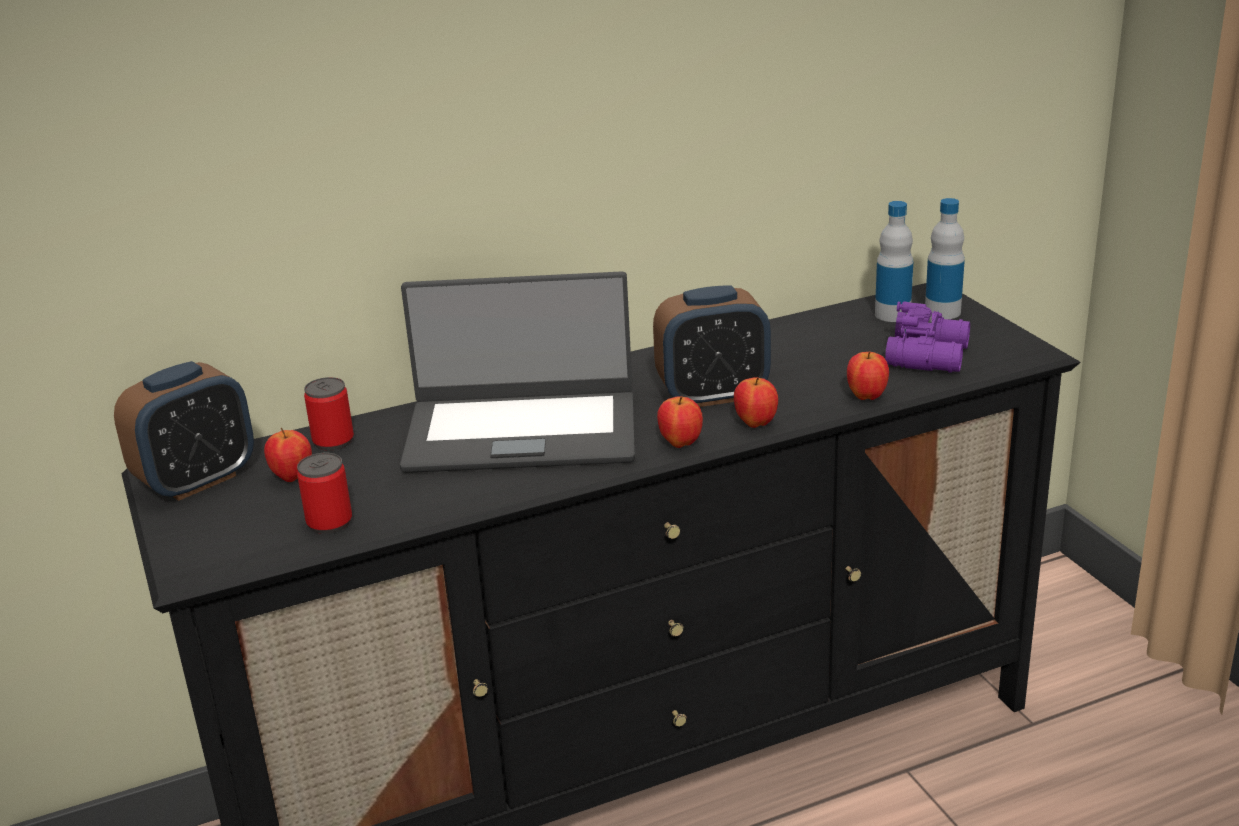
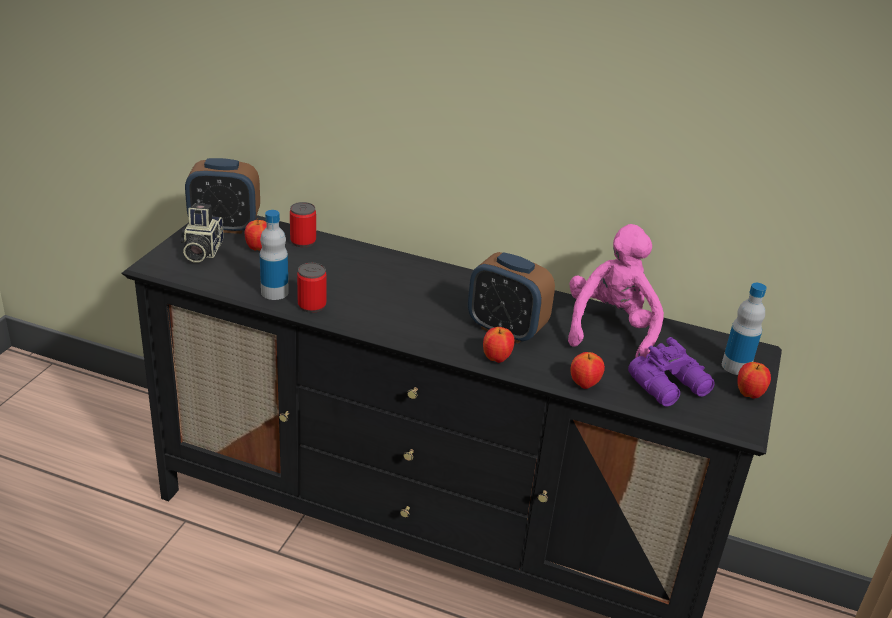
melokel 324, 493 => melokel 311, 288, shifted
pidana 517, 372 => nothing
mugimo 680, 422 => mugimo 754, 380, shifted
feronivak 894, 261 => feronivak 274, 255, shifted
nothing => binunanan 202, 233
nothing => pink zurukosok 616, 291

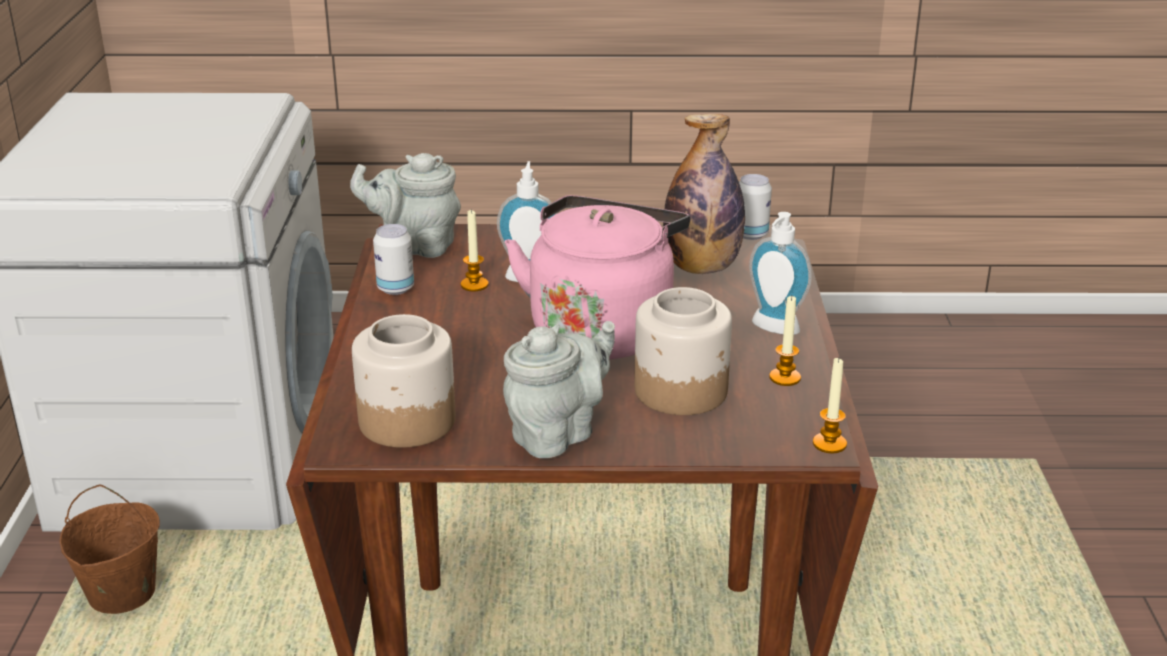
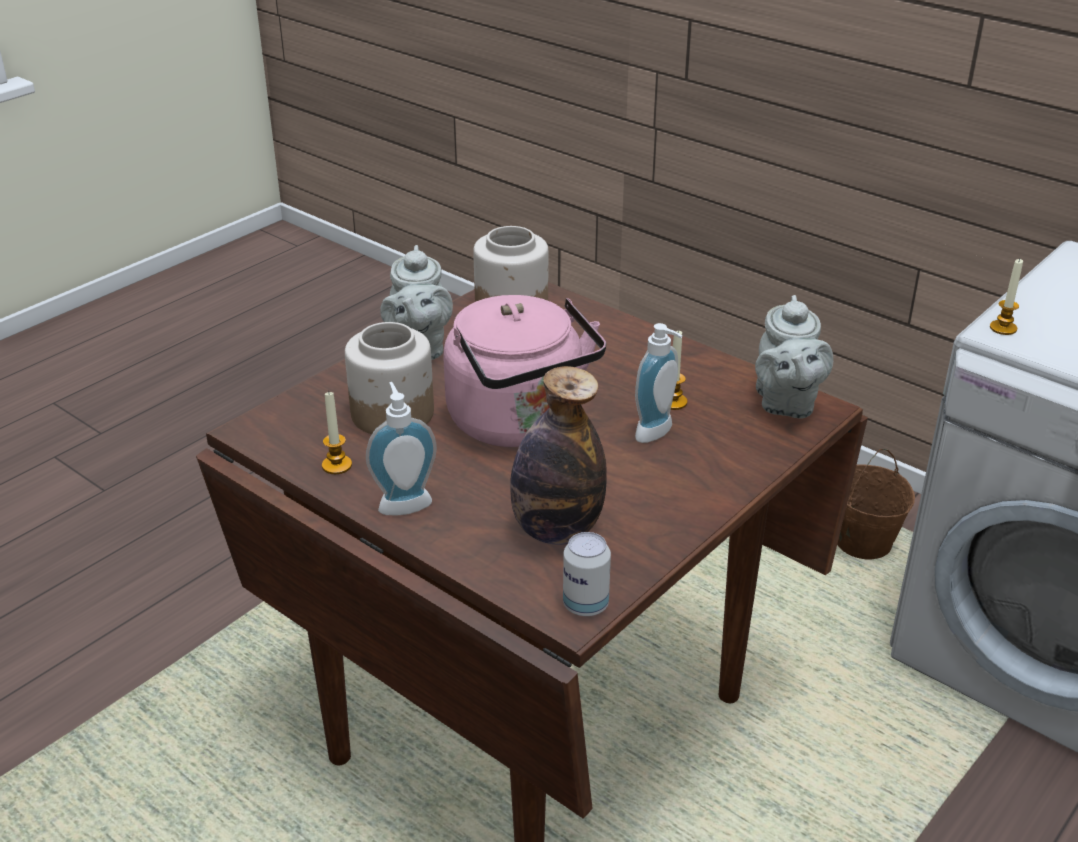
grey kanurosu 405, 205 => grey kanurosu 794, 357, 135 degrees clockwise
melokel 393, 259 => nothing
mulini 830, 405 => mulini 1006, 297, shifted

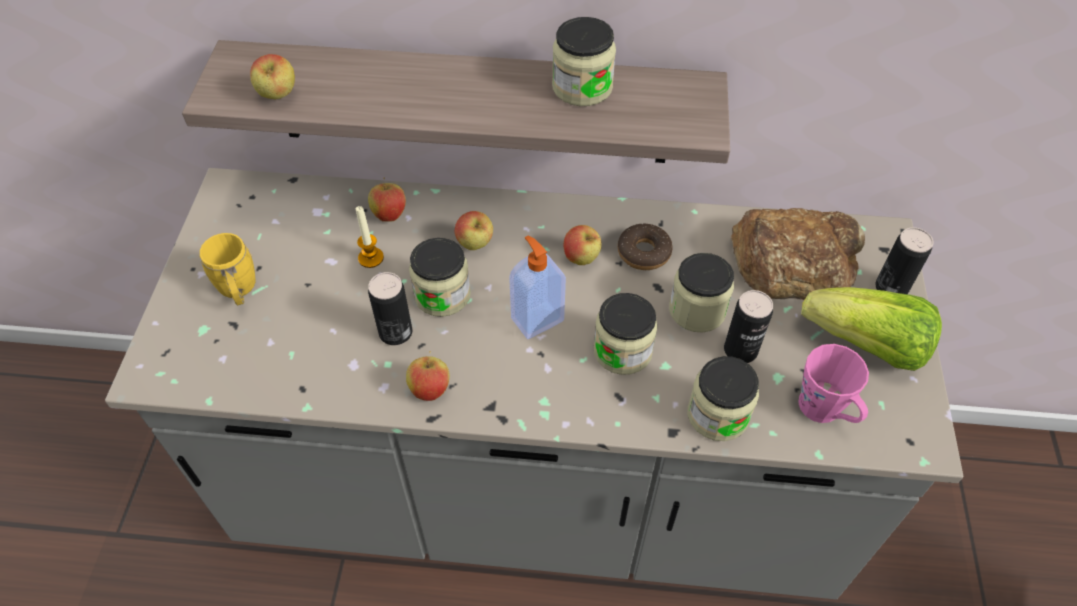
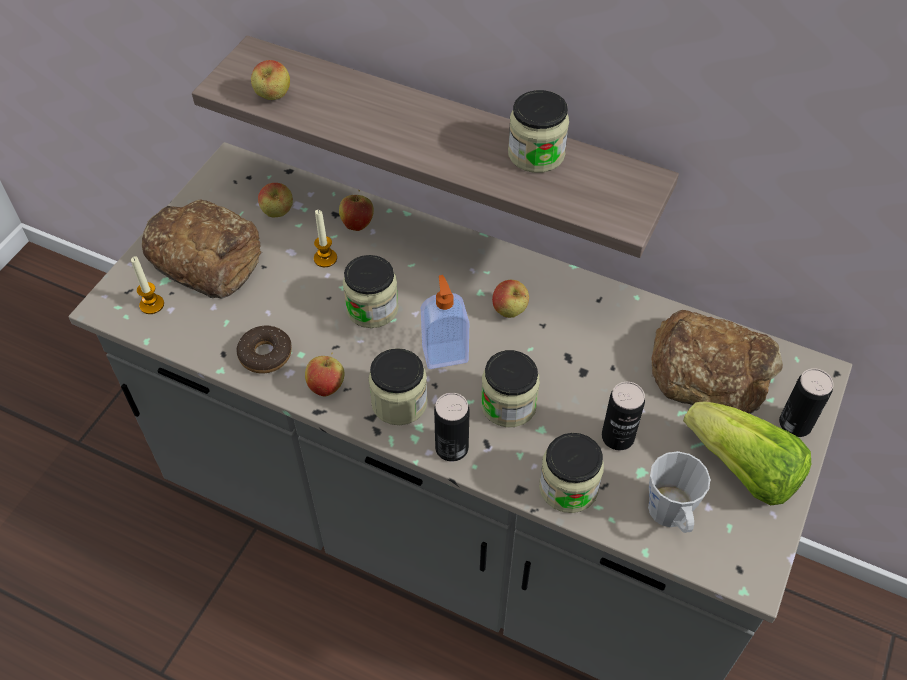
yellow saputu 228, 269 => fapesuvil 202, 249
melokel 390, 308 => melokel 451, 427, shifted
mugimo 474, 230 => mugimo 275, 200, shifted
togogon 645, 247 => togogon 264, 350, shifted
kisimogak 701, 293 => kisimogak 398, 386, shifted
pink saputu 833, 383 => grey saputu 679, 492
nothing => mulini 147, 285

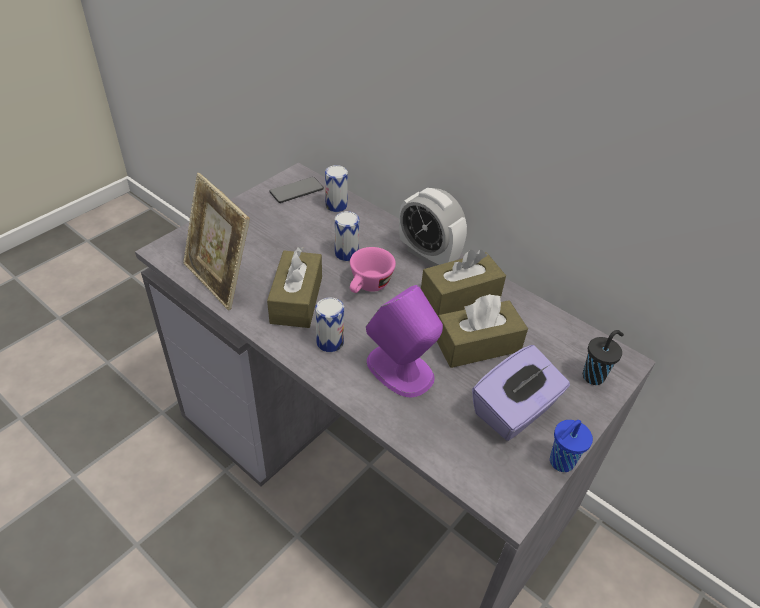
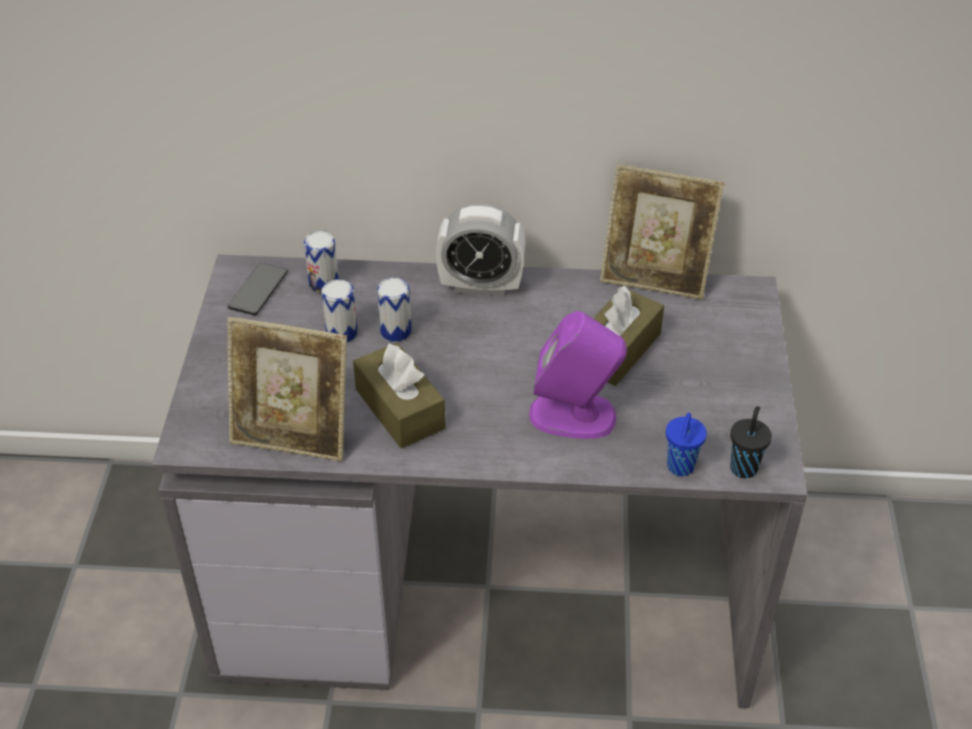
melokel 329, 325 => melokel 340, 311, shifted
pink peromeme 373, 270 => nothing
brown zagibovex 463, 283 => nothing
purple zagibovex 521, 393 => nothing
blue peromeme 571, 446 => blue peromeme 686, 444, shifted
black peromeme 603, 357 => black peromeme 751, 442, shifted
nothing => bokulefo 662, 232

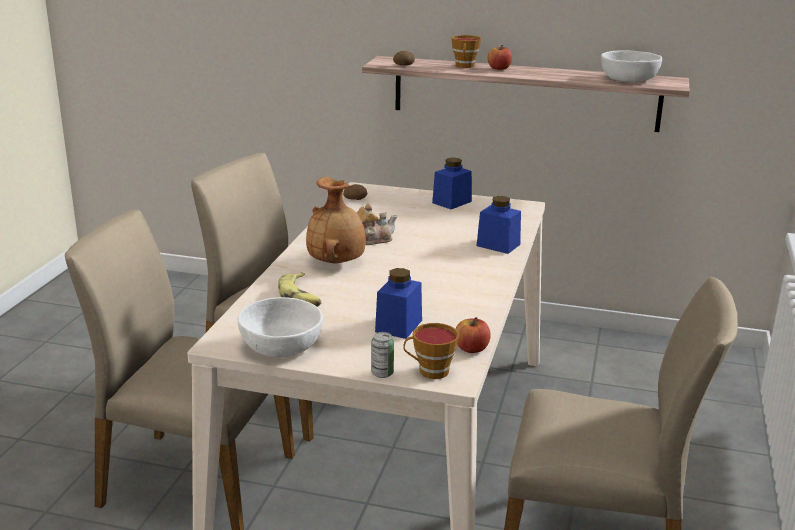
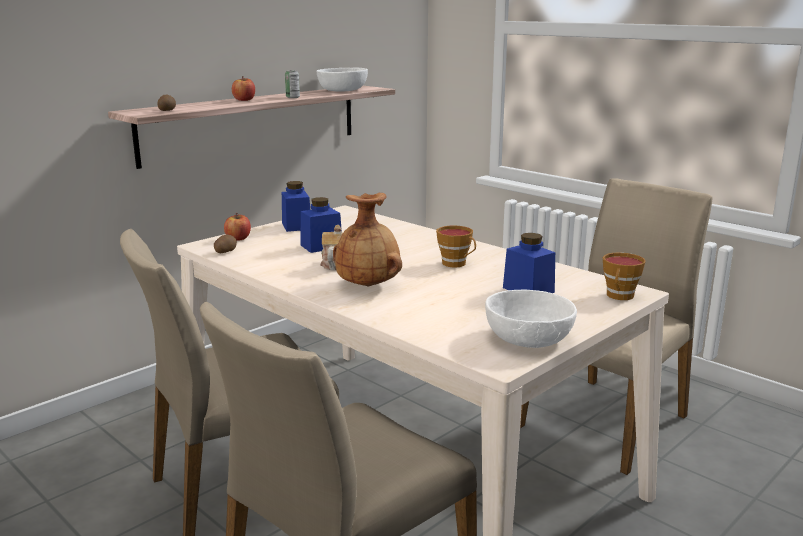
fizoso 300, 289 => nothing
melokel 382, 355 => melokel 292, 84, shifted
peromeme 466, 51 => peromeme 456, 247, shifted
mugimo 473, 335 => mugimo 237, 227, shifted
blue kisimogak 499, 225 => blue kisimogak 321, 225, shifted

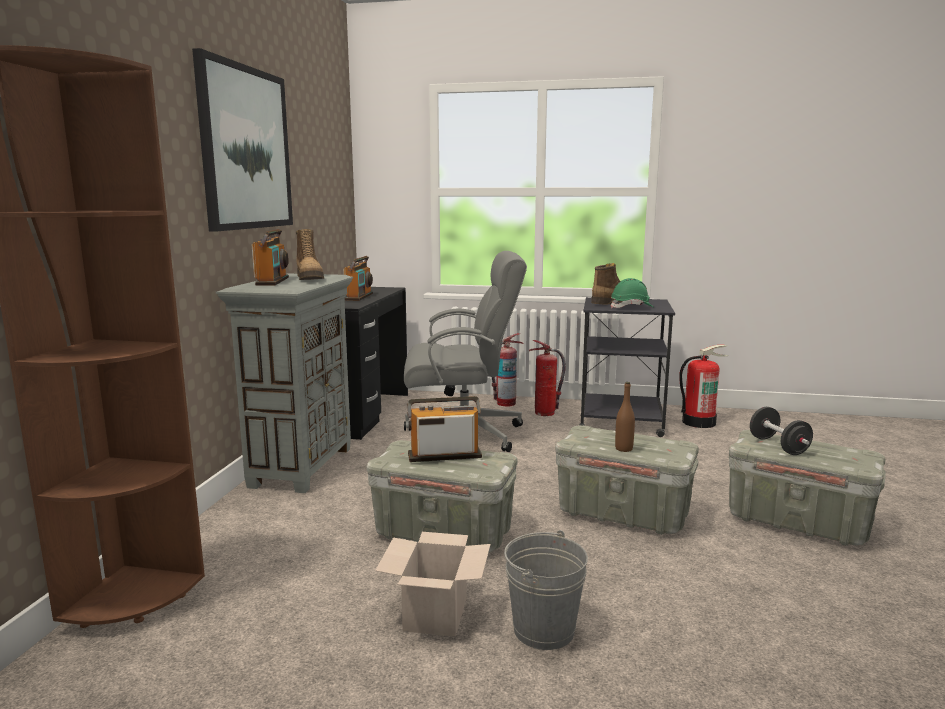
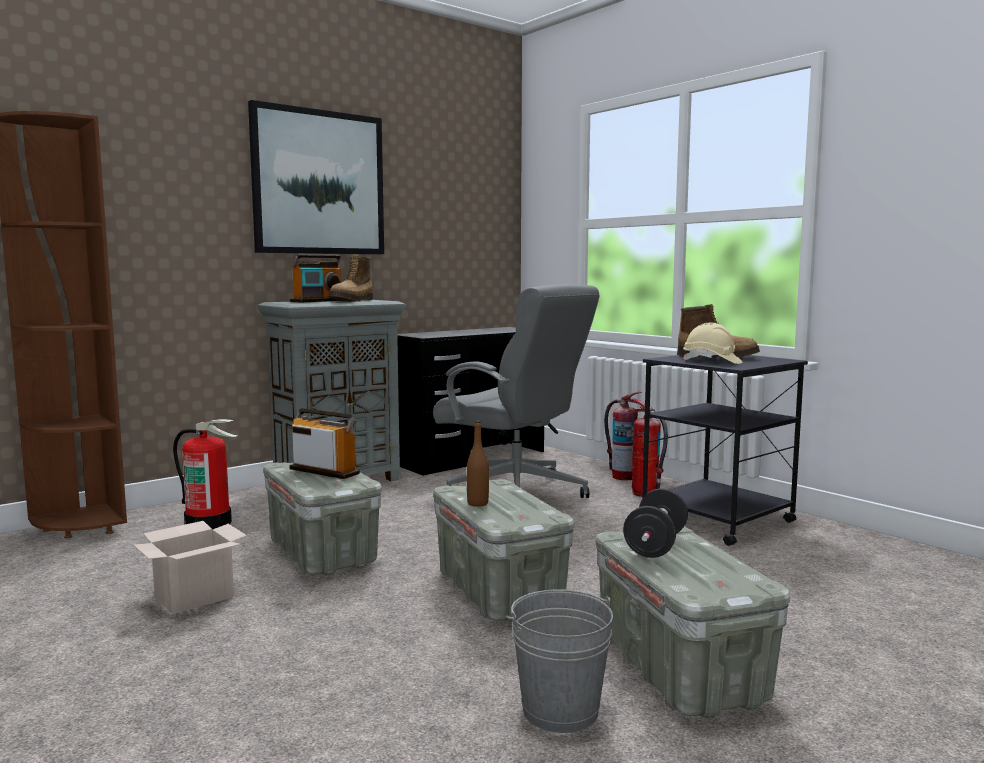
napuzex 358, 278 => nothing
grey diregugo 546, 590 => grey diregugo 559, 661, shifted
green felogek 632, 293 => beige felogek 712, 343
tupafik 703, 386 => tupafik 205, 474, shifted

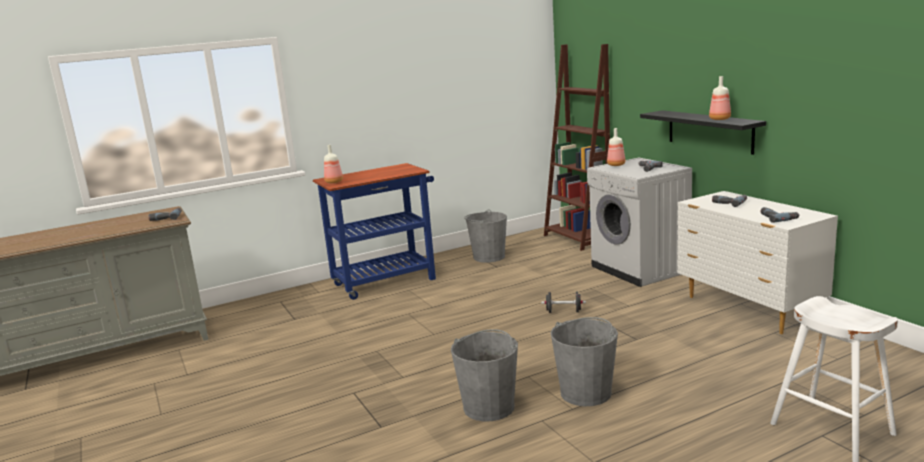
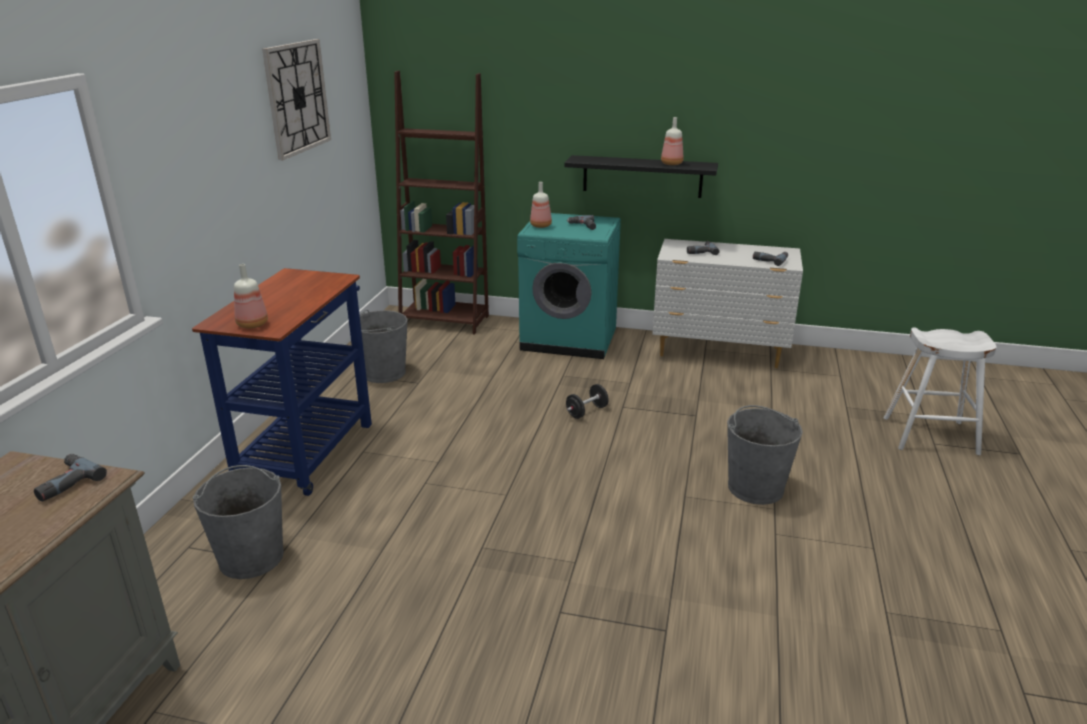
grey diregugo 484, 375 => grey diregugo 238, 522, shifted
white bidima 639, 222 => turquoise bidima 569, 286
nothing => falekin 296, 99

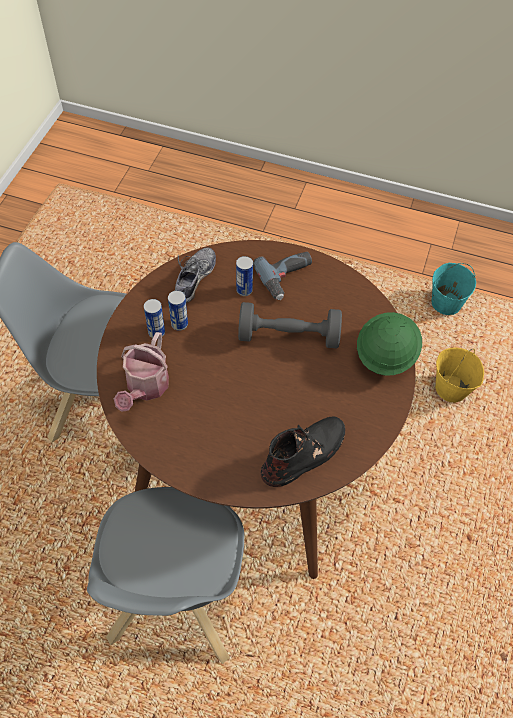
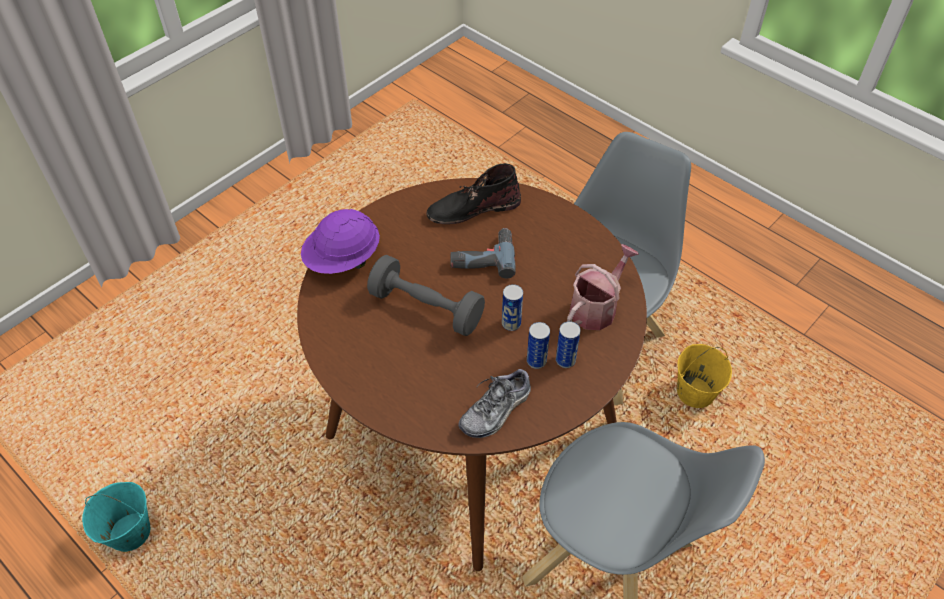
melokel 244, 276 => melokel 512, 307, shifted
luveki 282, 276 => luveki 483, 253, shifted
green felogek 389, 344 => purple felogek 340, 241
yellow diregugo 459, 375 => yellow diregugo 704, 376, shifted

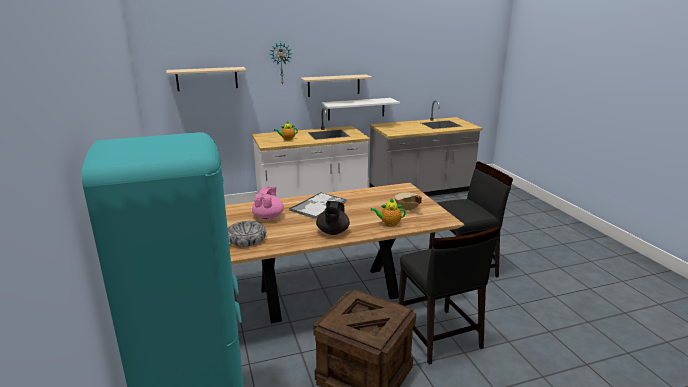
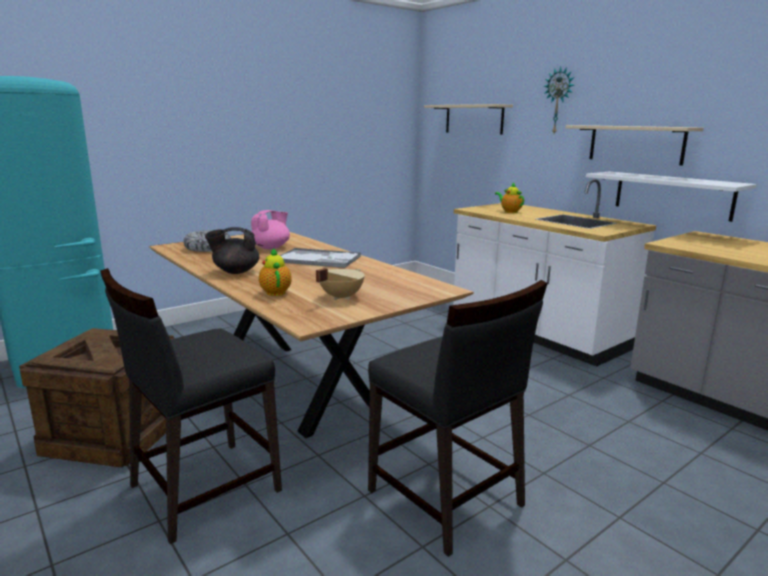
pink kanurosu 268, 203 => pink kanurosu 270, 229, 45 degrees counterclockwise

